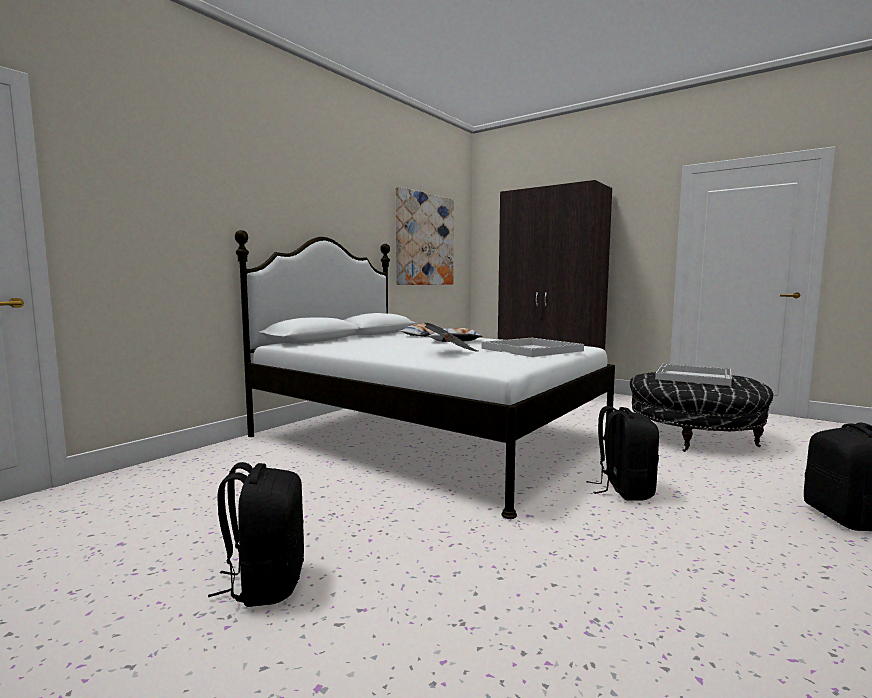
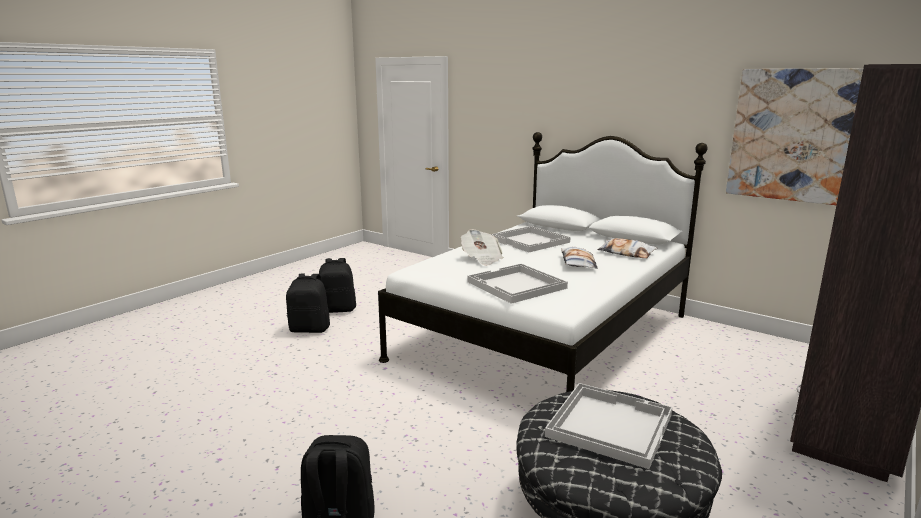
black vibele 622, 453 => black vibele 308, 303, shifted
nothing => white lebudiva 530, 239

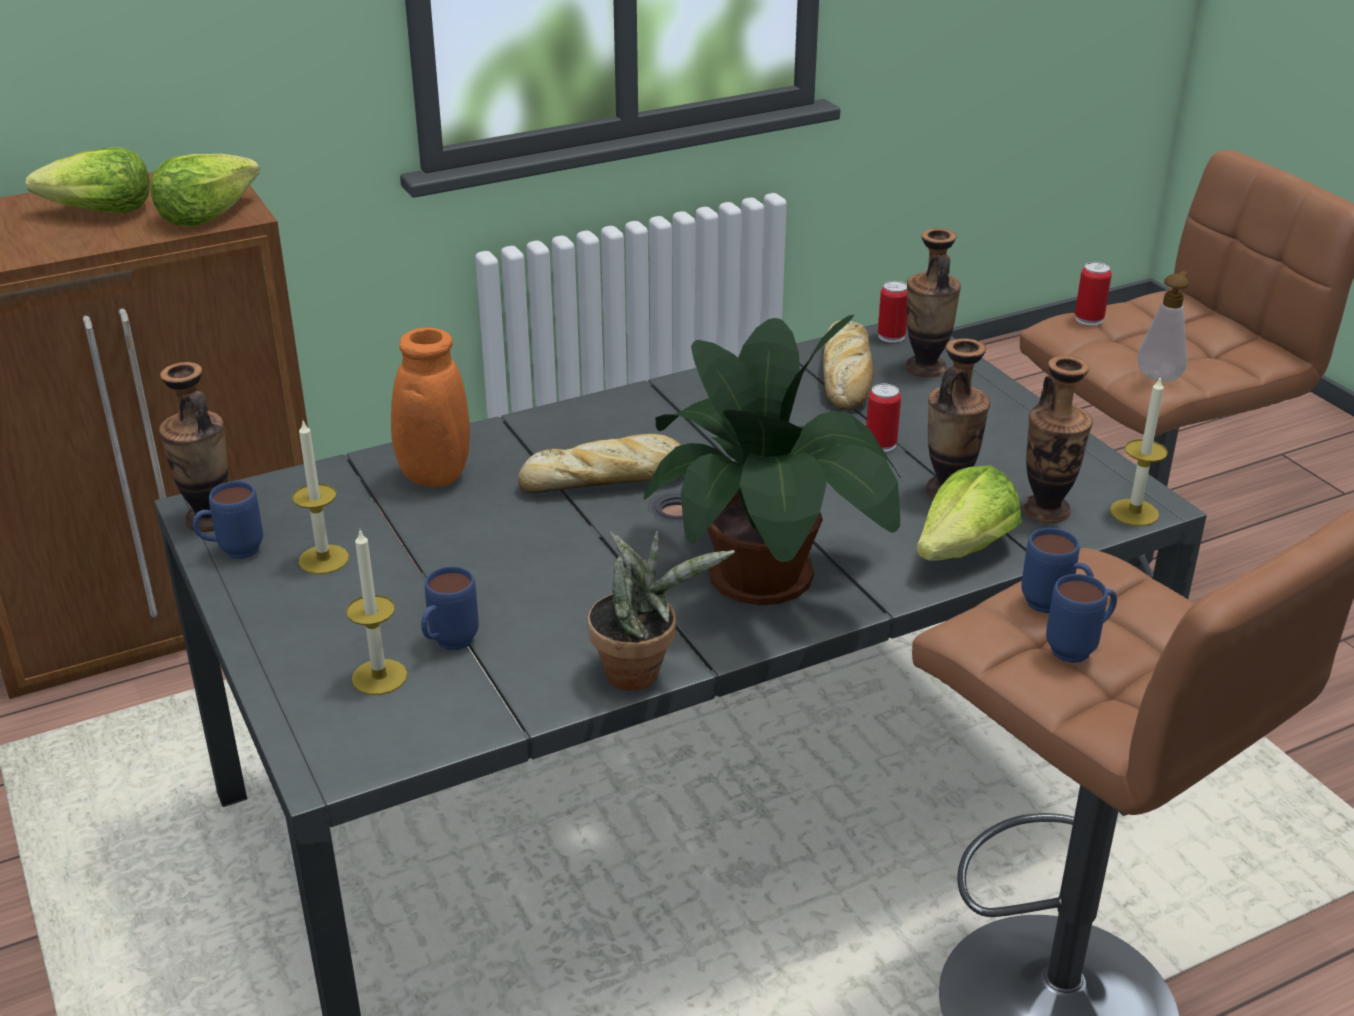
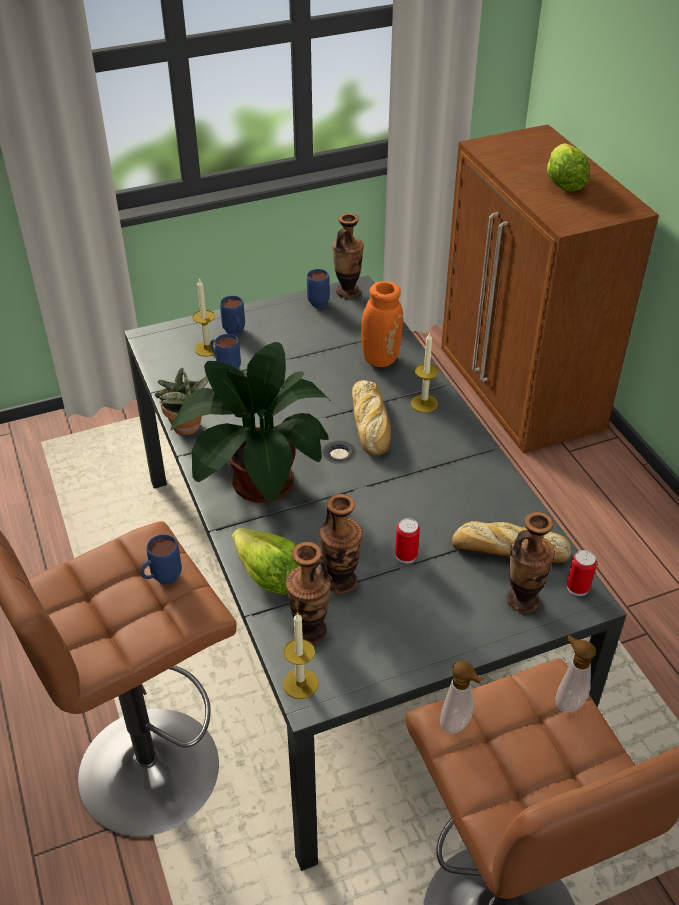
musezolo 205, 190 => nothing
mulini 320, 497 => mulini 425, 373, shifted
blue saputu 1081, 618 => blue saputu 232, 315, shifted
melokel 1093, 294 => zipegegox 575, 673

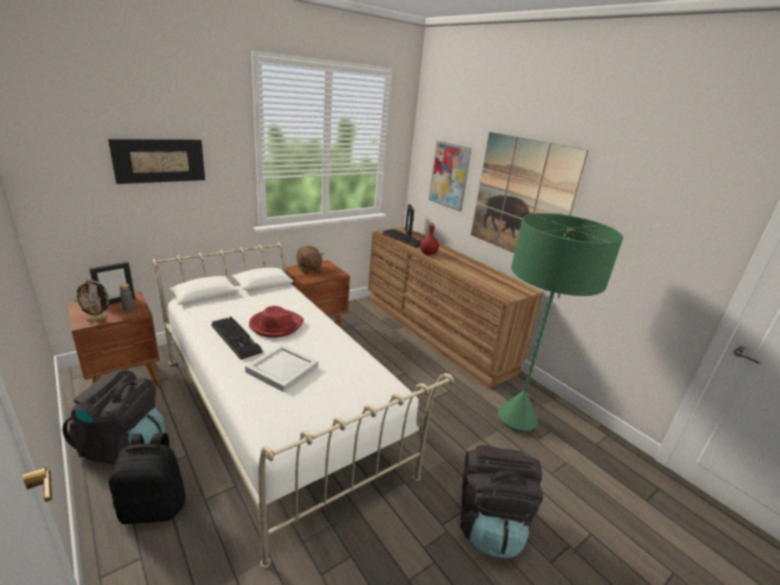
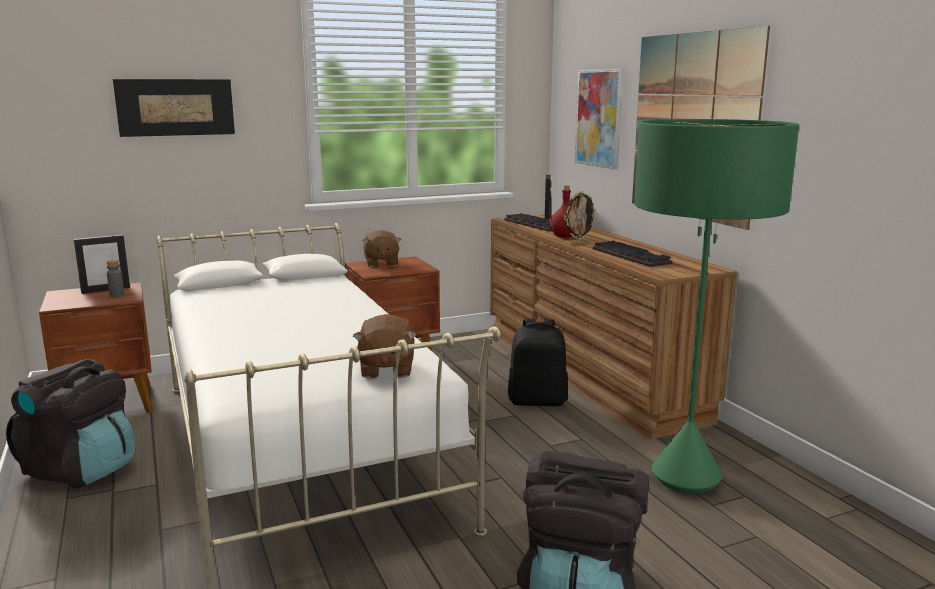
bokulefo 92, 300 => bokulefo 580, 218, shifted
black vibele 147, 478 => black vibele 538, 362, shifted
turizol 237, 338 => turizol 632, 253, shifted
white lebudiva 281, 368 => nothing
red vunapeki 276, 322 => nothing
nothing => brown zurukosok 385, 346

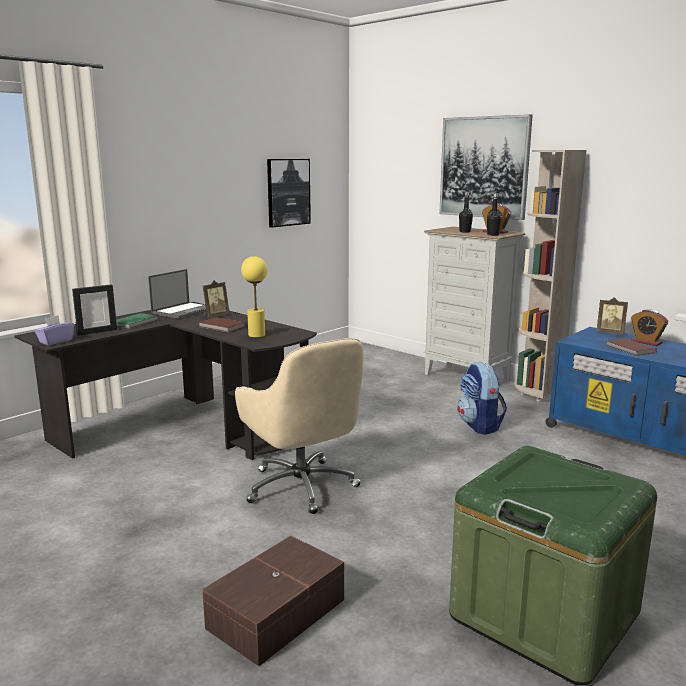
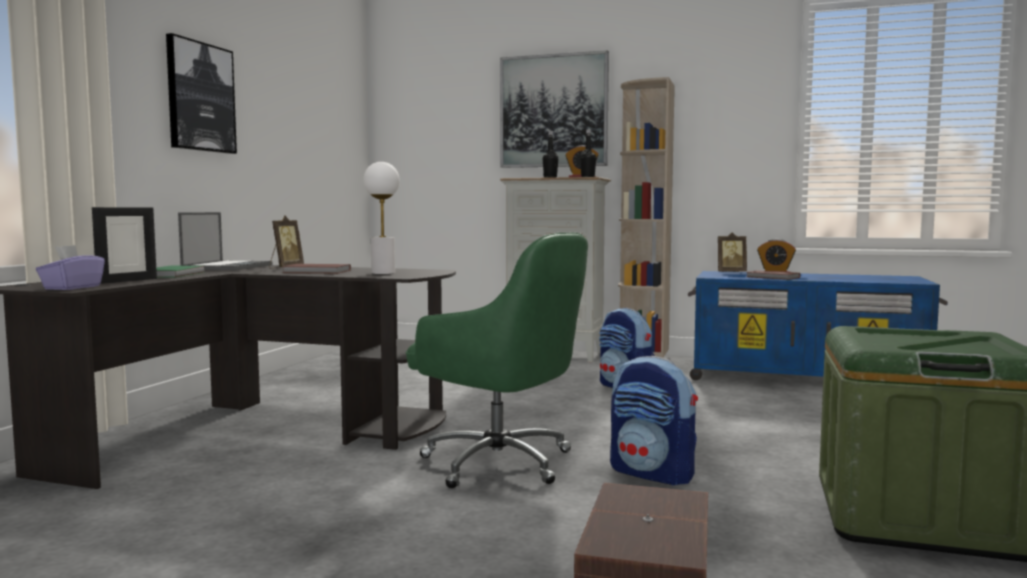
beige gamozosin 299, 426 => green gamozosin 496, 360
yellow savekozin 254, 297 => white savekozin 382, 218
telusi 289, 193 => telusi 201, 93, shifted
nothing => vibele 654, 421

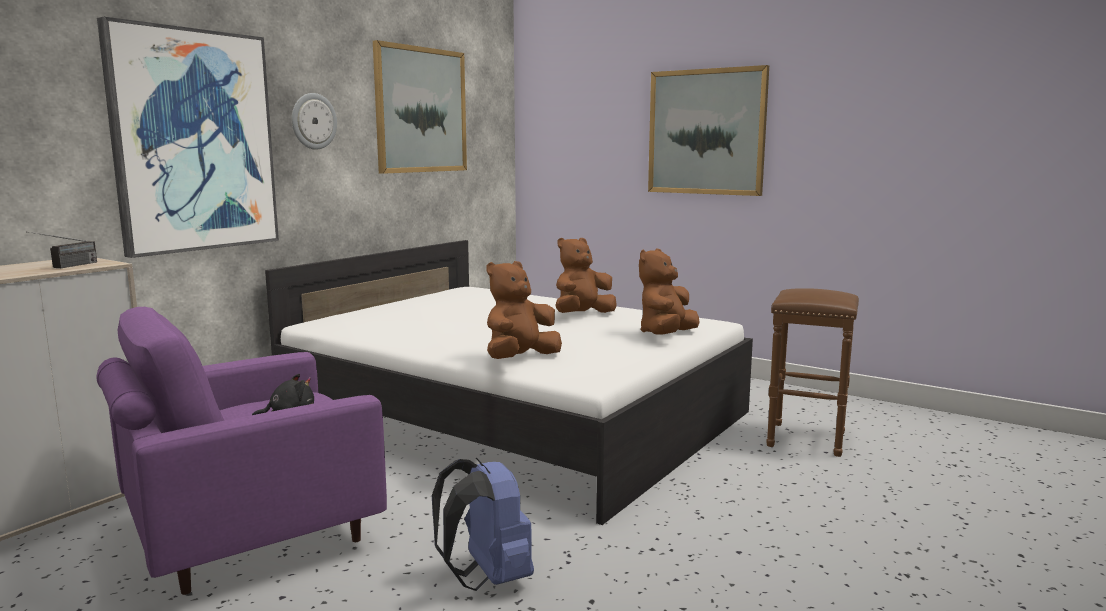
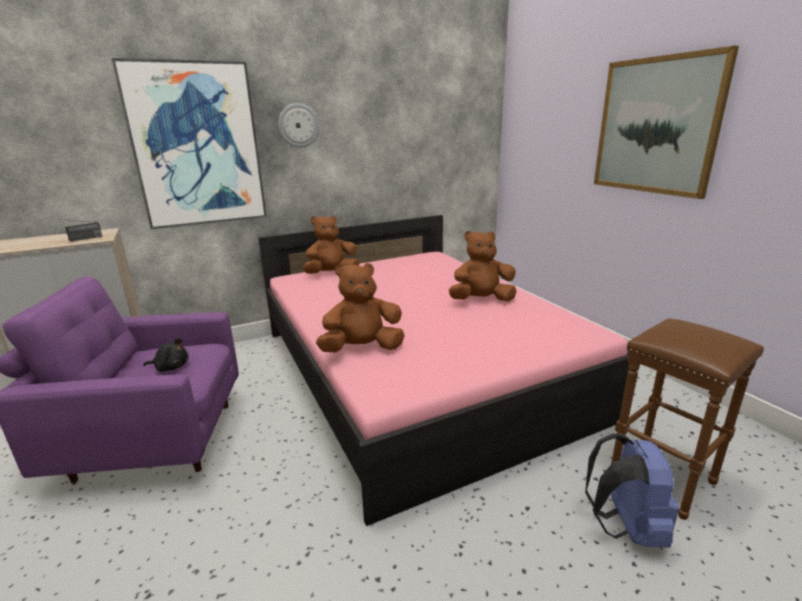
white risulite 509, 382 => pink risulite 443, 370
telusi 420, 107 => nothing
blue vibele 483, 524 => blue vibele 632, 490, shifted
brown zurukosok 669, 291 => brown zurukosok 331, 244, shifted

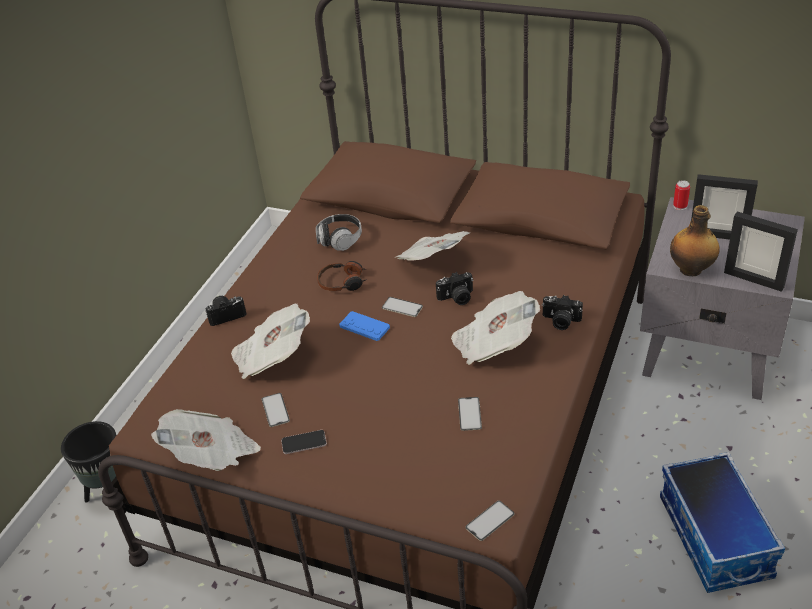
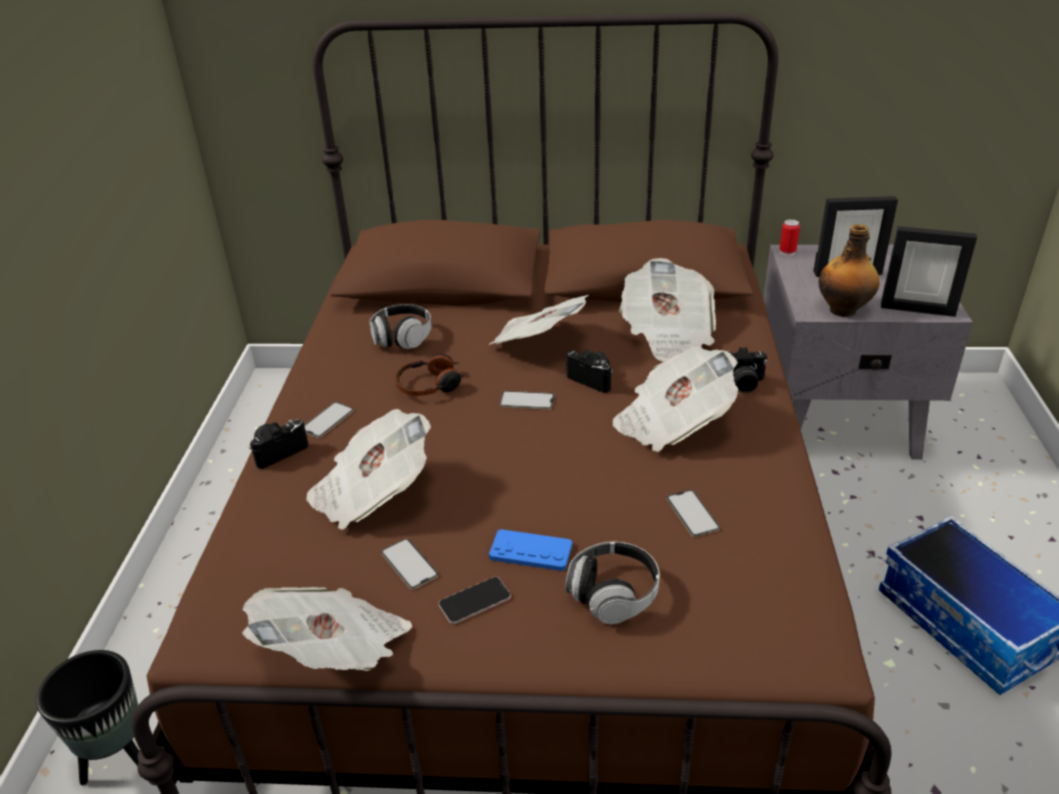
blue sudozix 364, 326 => blue sudozix 530, 550, shifted
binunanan 455, 288 => binunanan 589, 371, 105 degrees counterclockwise
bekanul 489, 521 => bekanul 329, 420, shifted
nothing => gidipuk 612, 583
nothing => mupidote 667, 310

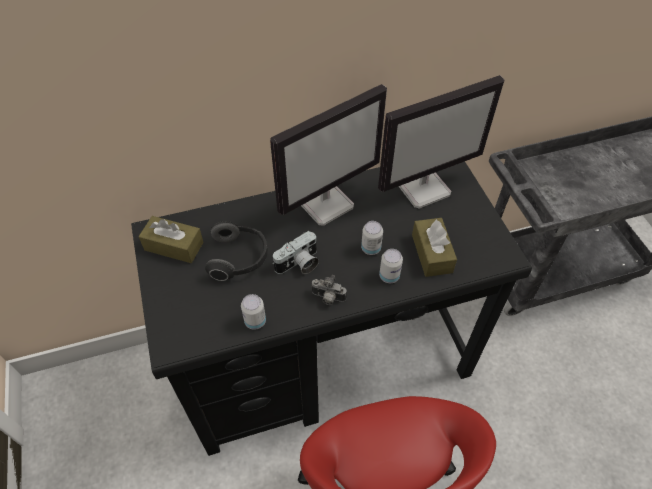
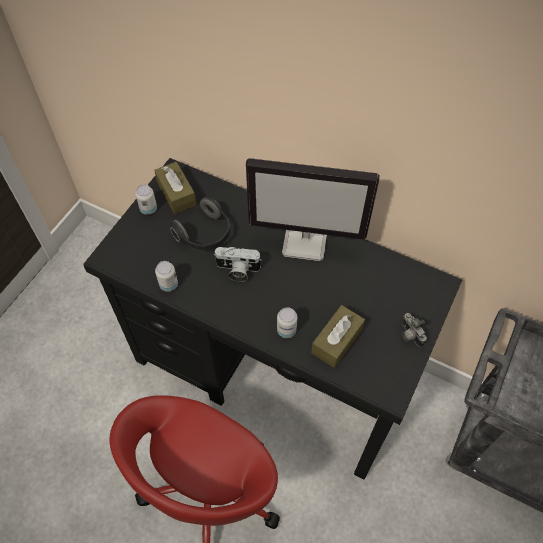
binunanan 329, 290 => binunanan 414, 330, shifted
melokel 372, 238 => melokel 146, 199, shifted
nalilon 441, 142 => nothing

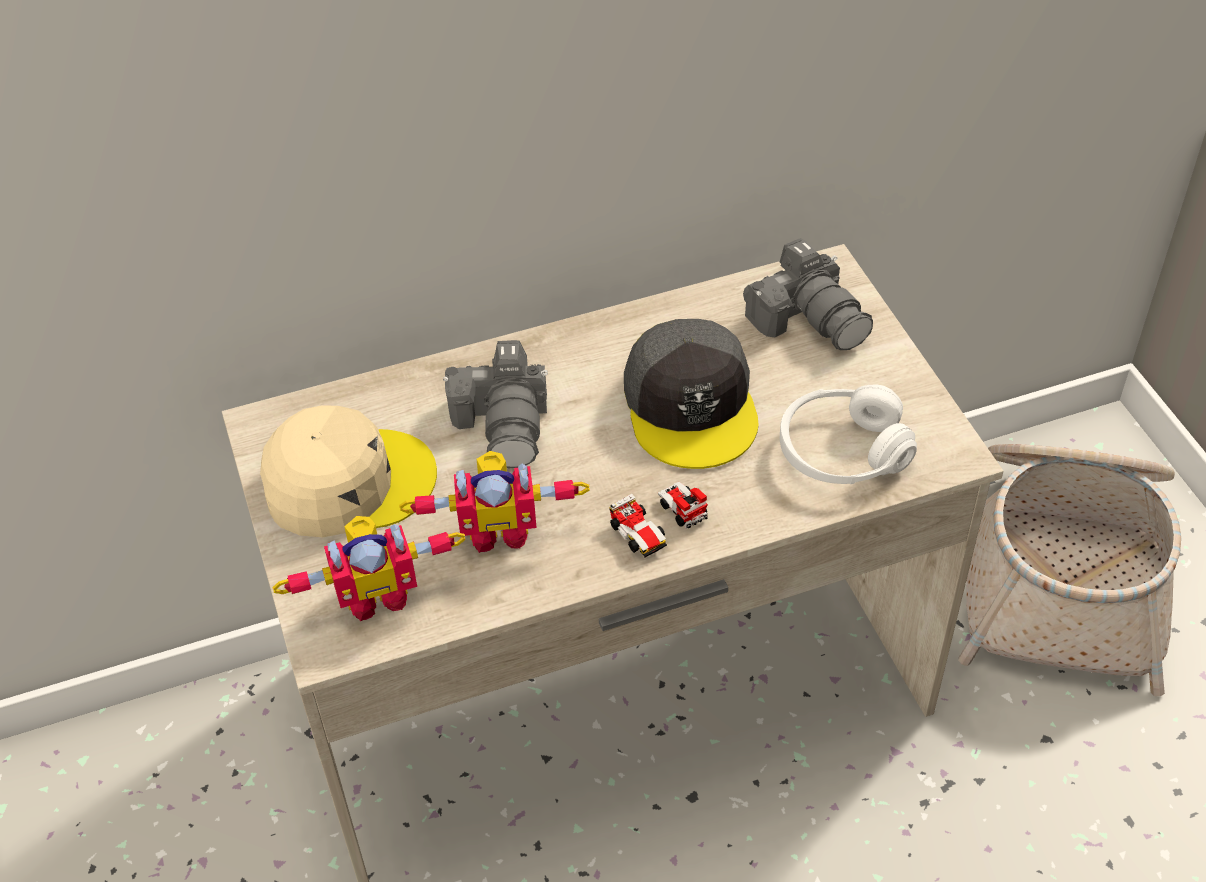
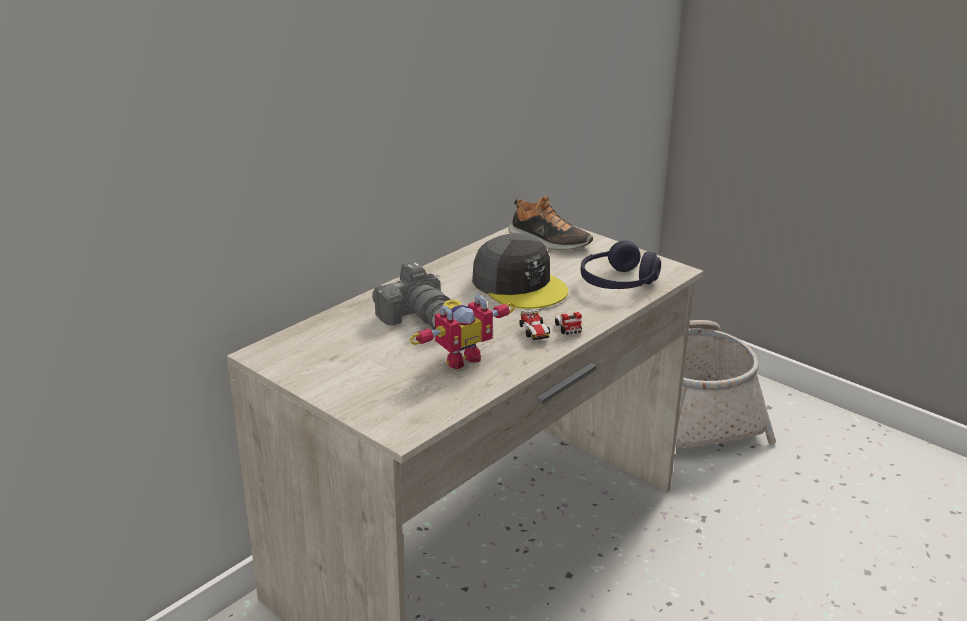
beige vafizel 348, 471 => nothing
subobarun 369, 568 => nothing
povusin 658, 519 => povusin 550, 324, 45 degrees clockwise
binunanan 808, 294 => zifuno 550, 223
white gidipuk 848, 434 => purple gidipuk 621, 264

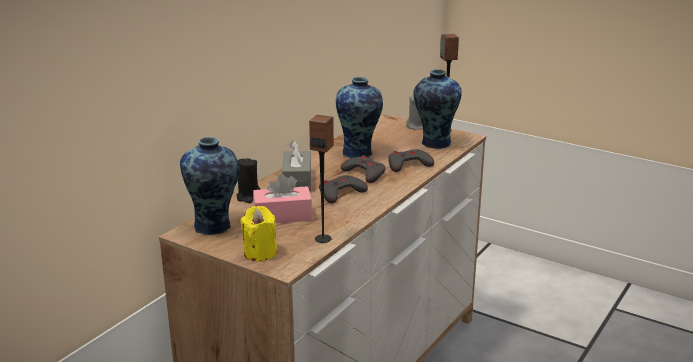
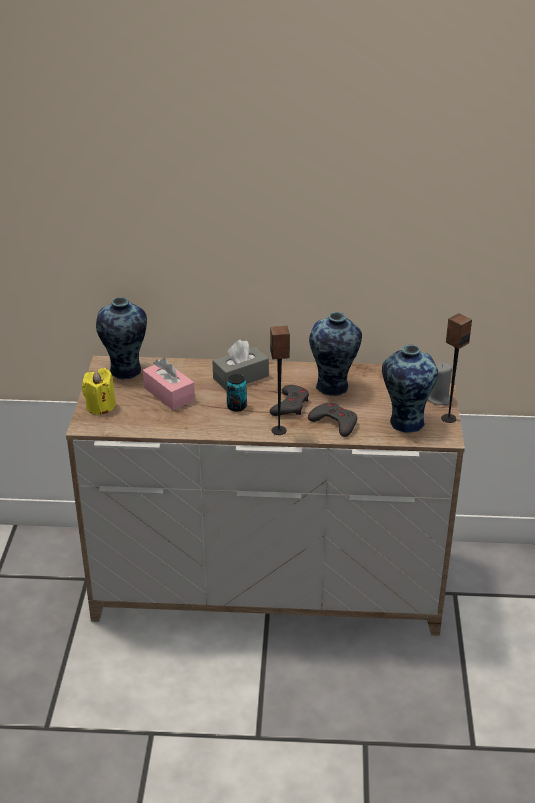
black mulini 248, 180 => nothing
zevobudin 321, 179 => zevobudin 280, 380, shifted
grey sudozix 343, 189 => melokel 236, 393

